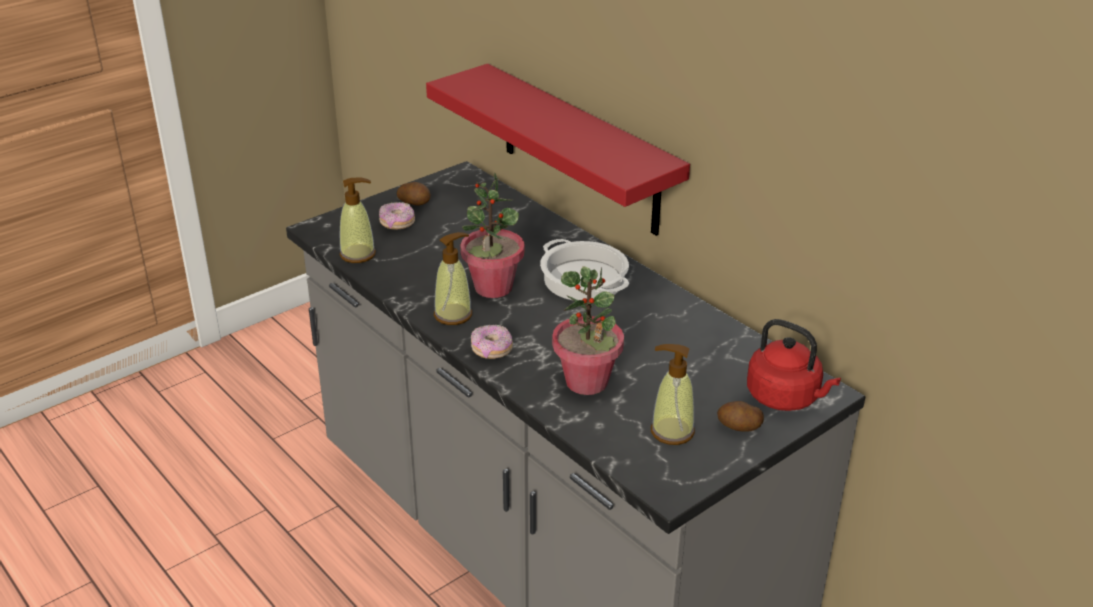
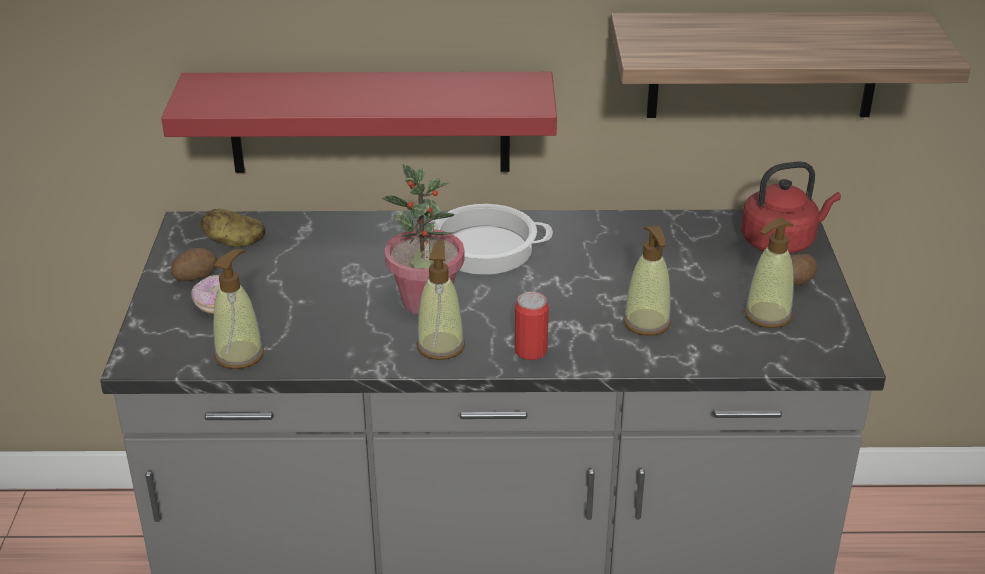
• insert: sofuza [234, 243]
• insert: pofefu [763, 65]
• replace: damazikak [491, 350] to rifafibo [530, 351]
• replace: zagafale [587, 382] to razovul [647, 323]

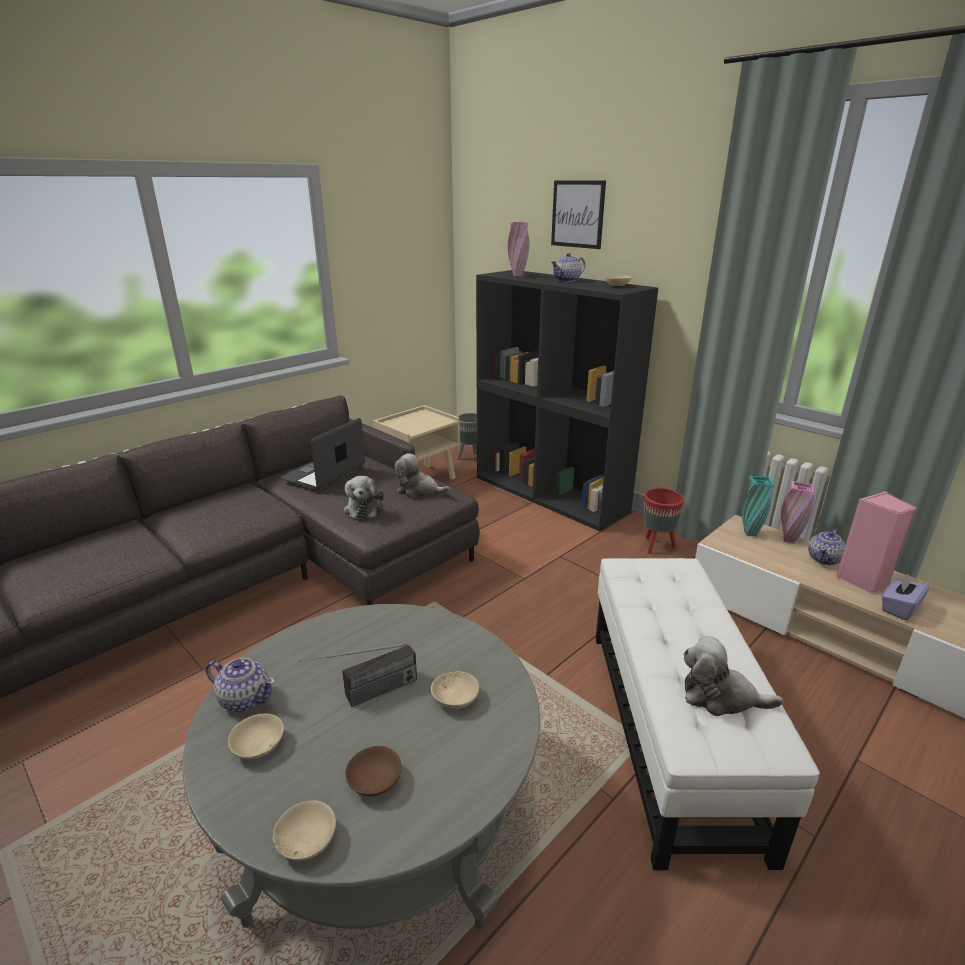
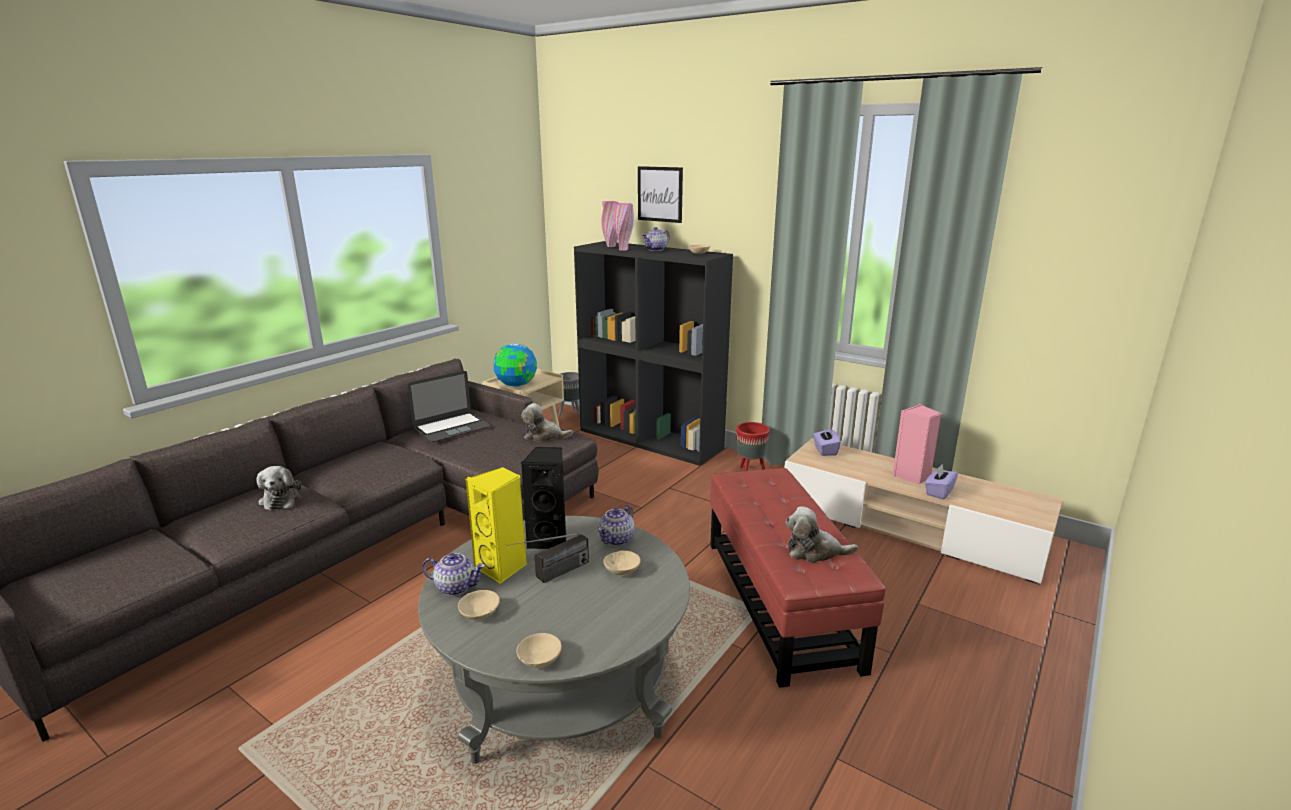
• delete: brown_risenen [376, 781]
• insert: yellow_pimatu [502, 568]
• insert: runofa [516, 385]
• insert: black_pimatu [550, 540]
• move: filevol [363, 508] to [281, 499]
• move: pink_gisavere [788, 540] to [623, 249]
• move: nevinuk [824, 559] to [617, 539]
• replace: turquoise_gisavere [750, 533] to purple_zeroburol [825, 450]
• recolor: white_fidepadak [671, 730] to red_fidepadak [780, 601]
• rotate: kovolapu [324, 472] = [452, 427] 150 degrees counterclockwise

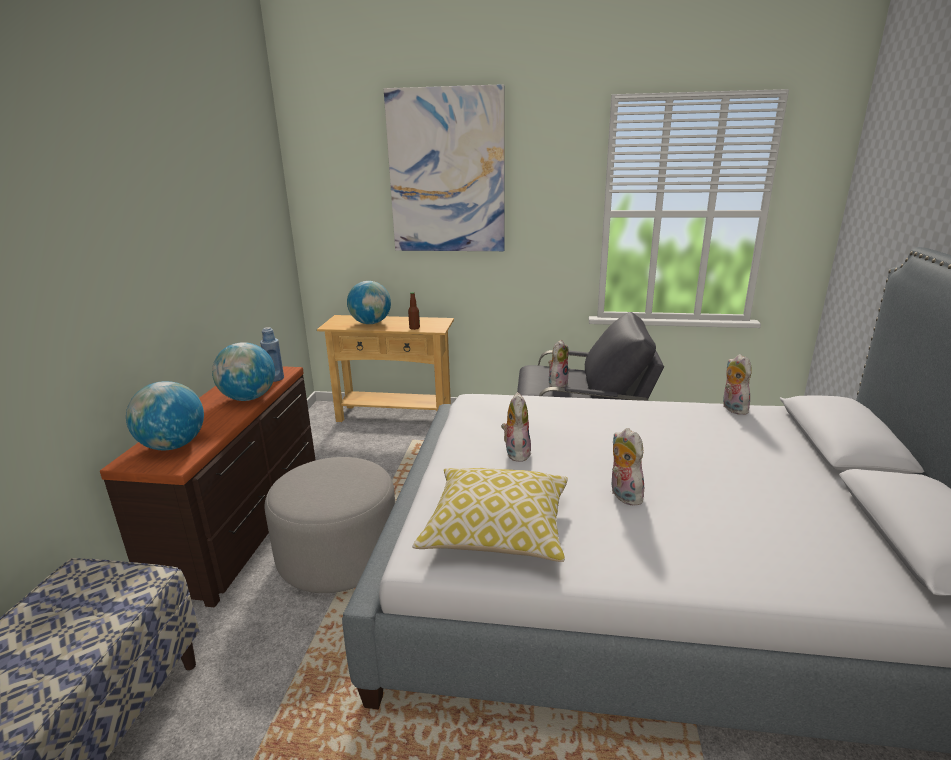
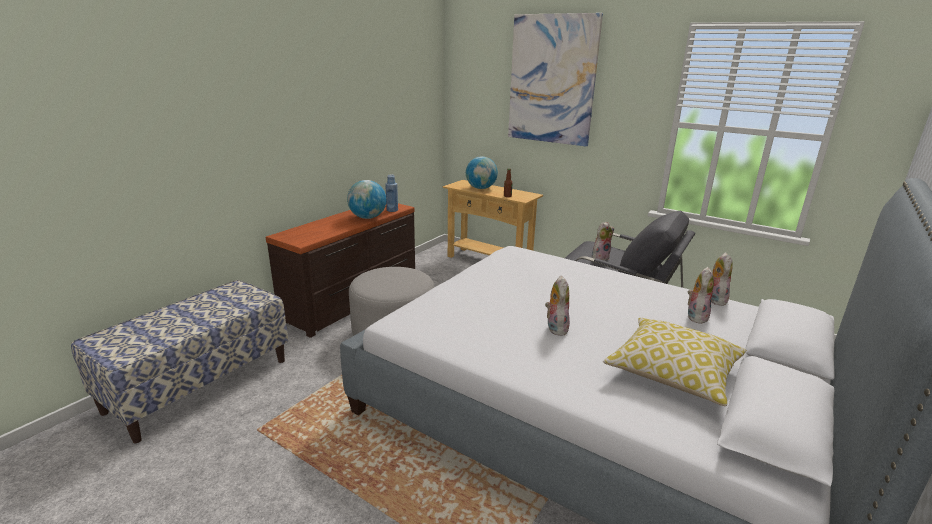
• delete: runofa [173, 446]
• move: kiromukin [496, 530] to [672, 373]
• move: filevol [516, 453] to [695, 316]

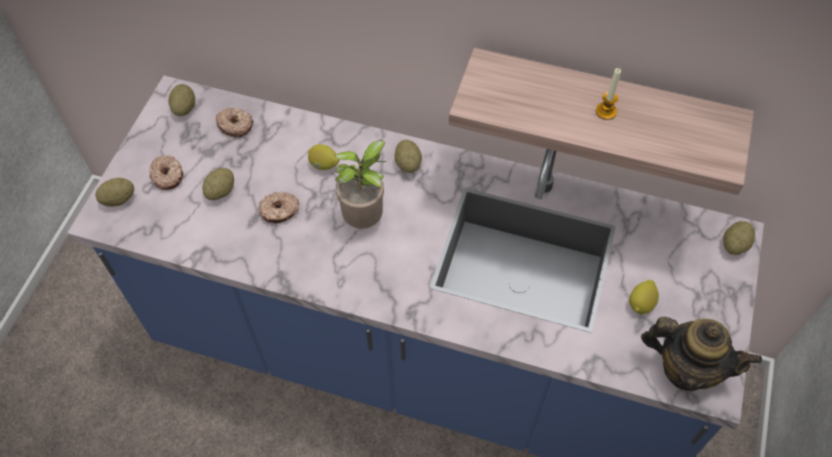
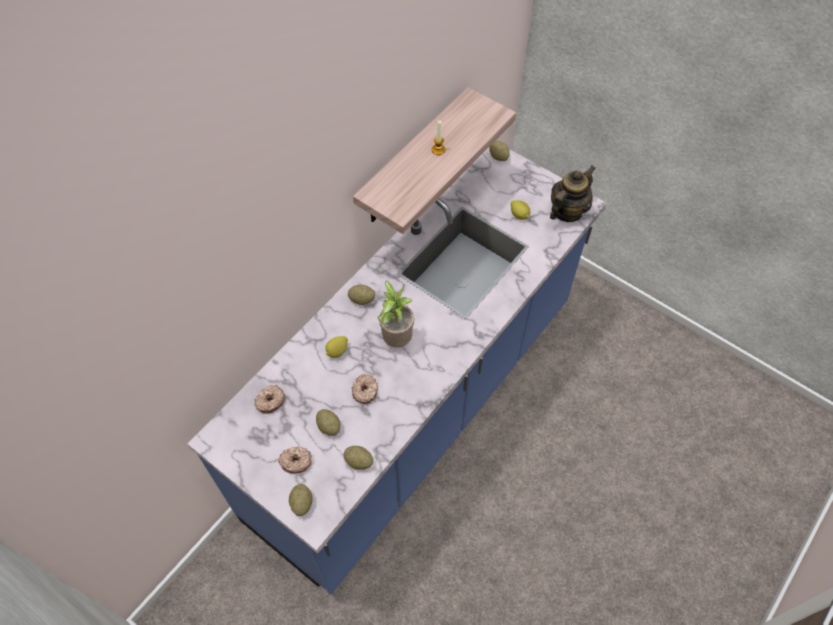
• move: sofuza [184, 108] to [359, 461]

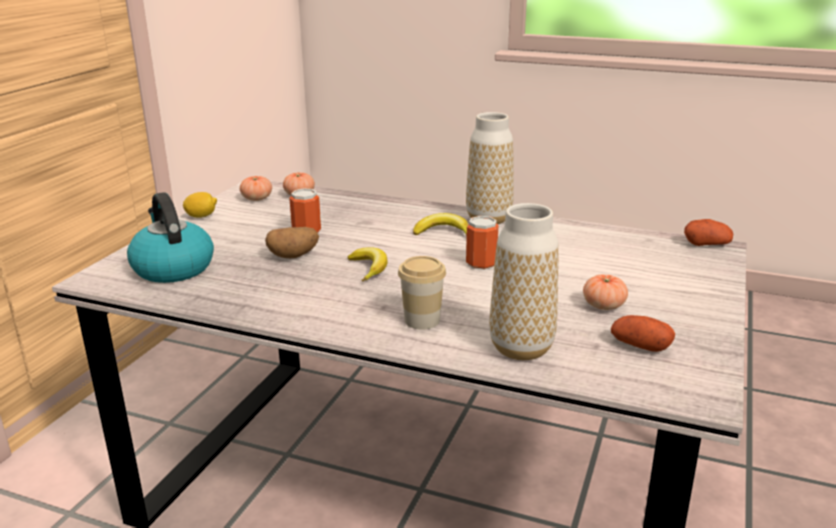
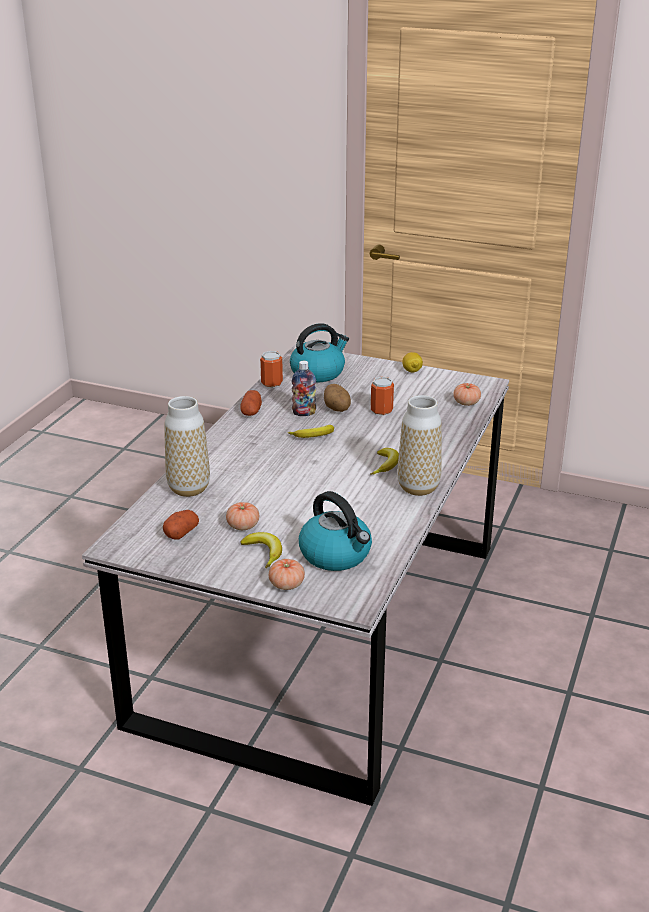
• delete: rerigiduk [422, 320]
• insert: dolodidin [264, 552]
• insert: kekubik [304, 413]
• insert: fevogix [336, 555]
• move: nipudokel [257, 198] to [286, 584]
• move: rifafibo [481, 264] to [271, 383]
• move: sofuza [707, 244] to [251, 411]

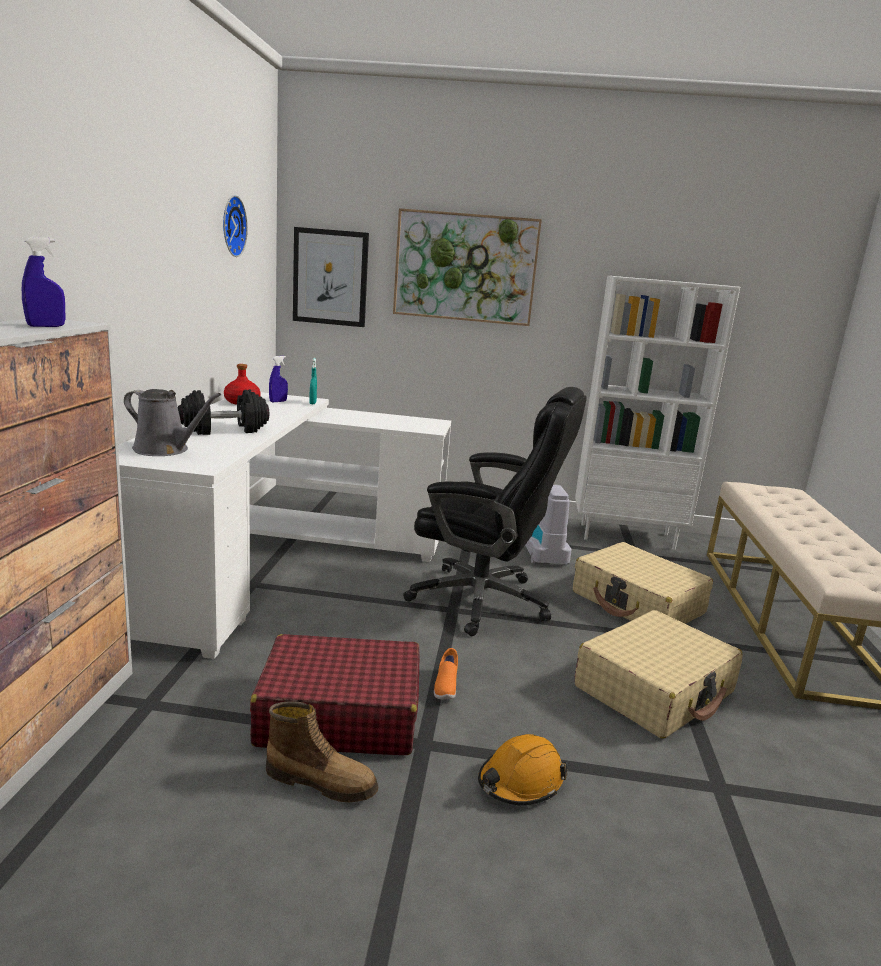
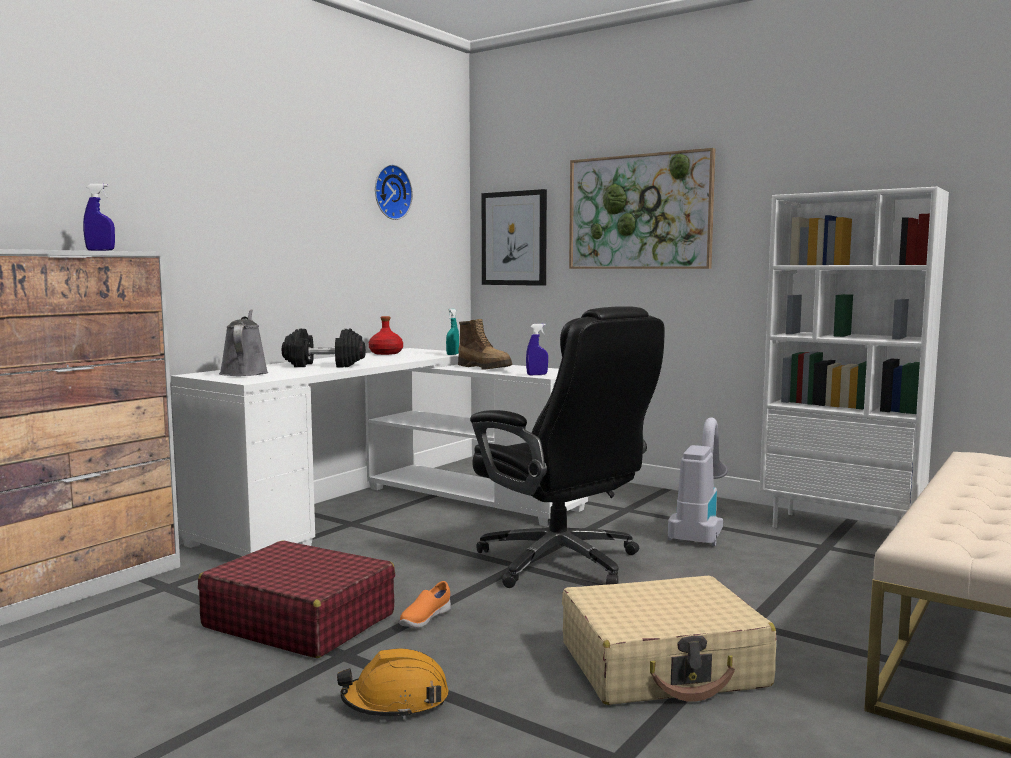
• delete: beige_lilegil [638, 603]
• move: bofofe [322, 781] to [485, 368]
• move: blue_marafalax [278, 401] to [537, 375]
• rotate: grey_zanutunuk [165, 450] = [244, 373] 150 degrees counterclockwise

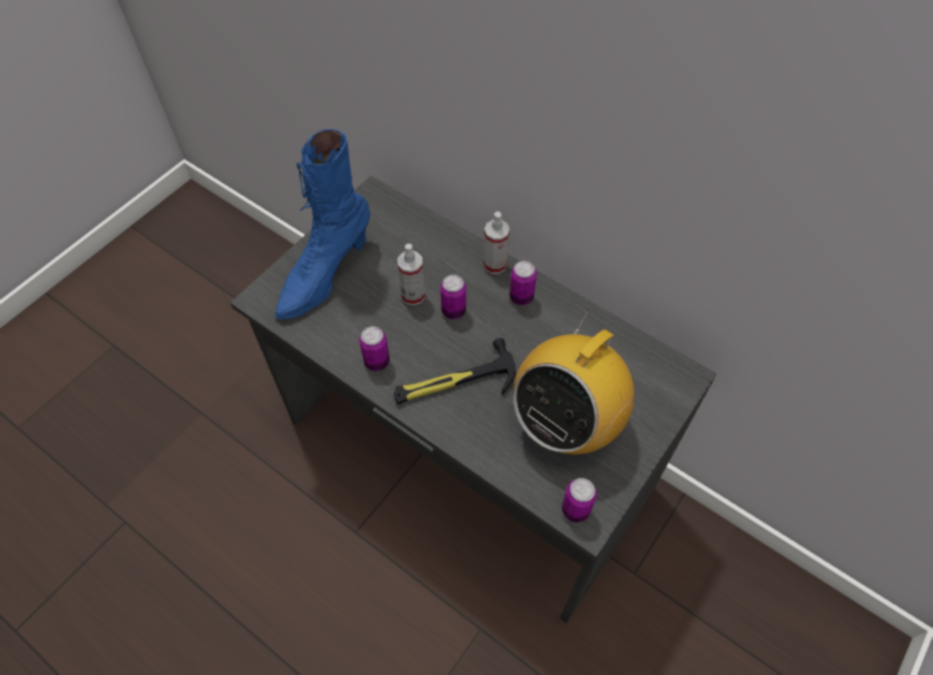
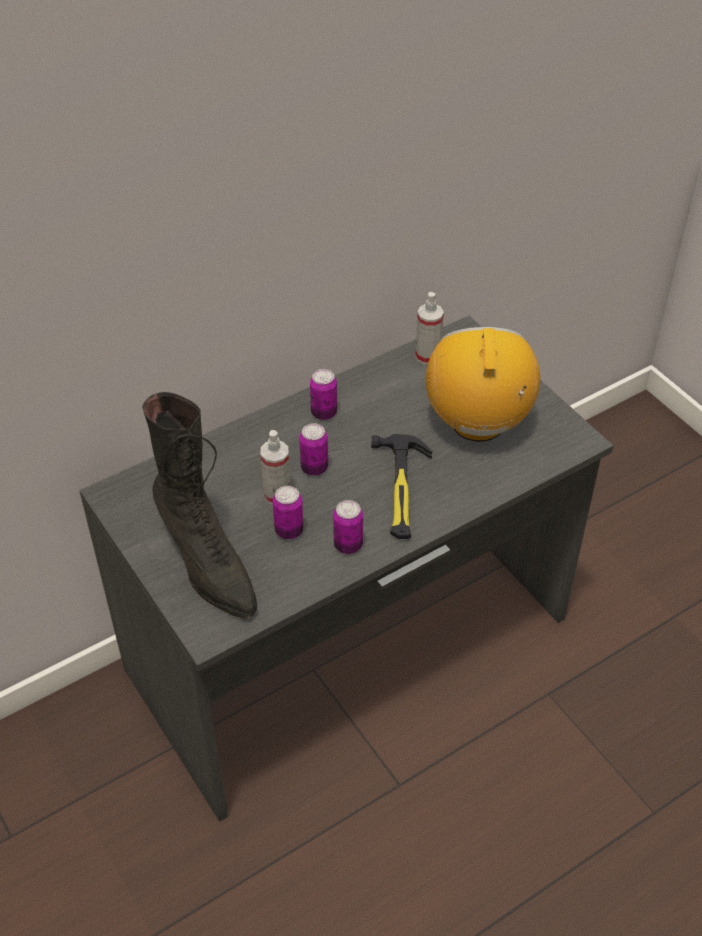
• move: marafalax [495, 264] to [427, 356]
• move: rifafibo [575, 510] to [289, 530]
• recolor: blue_bofofe [325, 275] to black_bofofe [207, 564]
• rotate: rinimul [566, 421] = [478, 423] 150 degrees counterclockwise

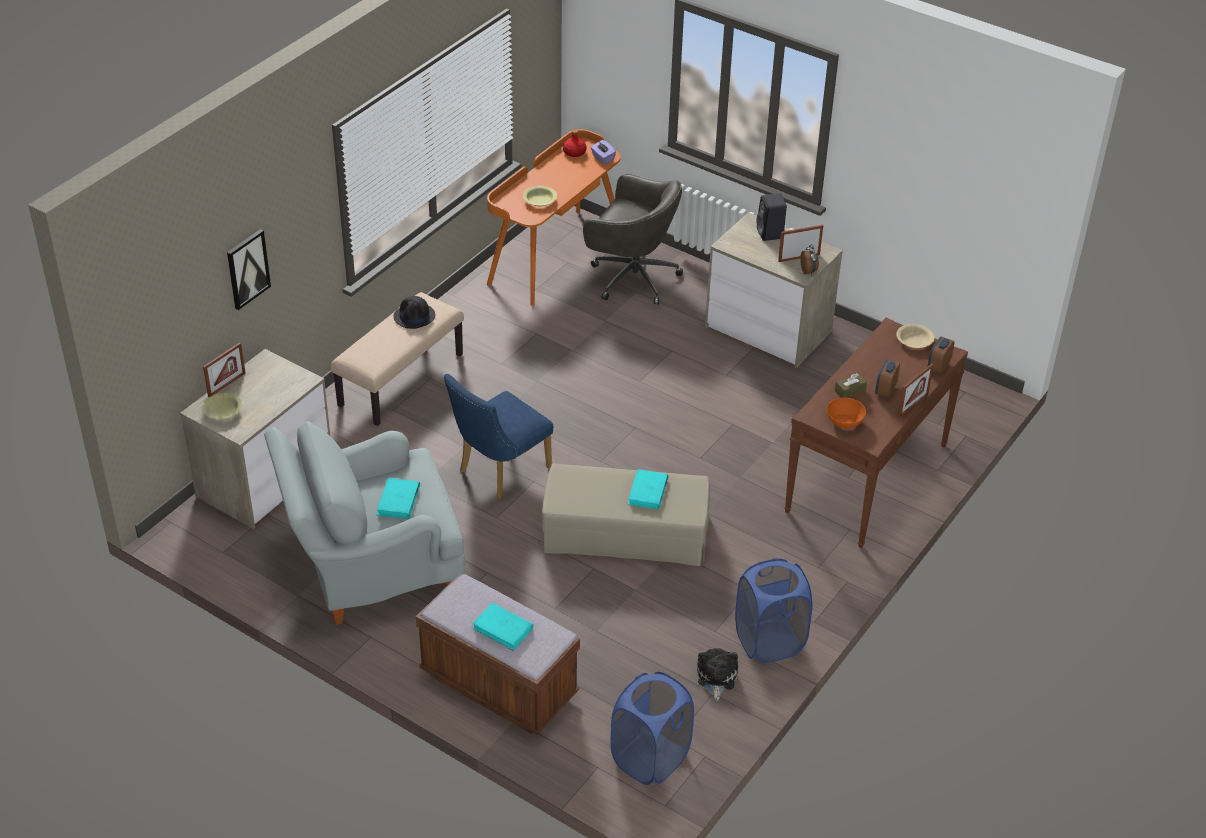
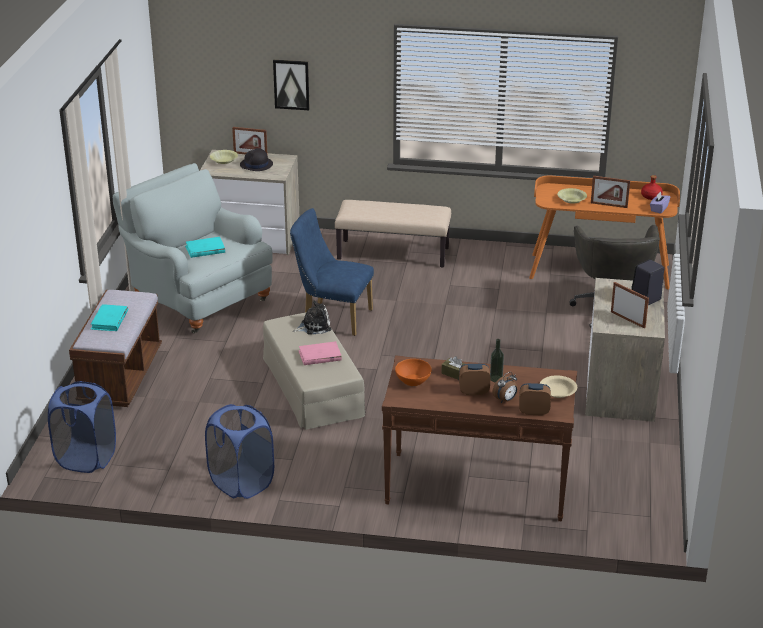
• insert: kekubik [496, 379]
• move: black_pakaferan [414, 316] to [256, 165]
• move: filevol [716, 678] to [314, 326]
• move: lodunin [808, 271] to [505, 400]
• move: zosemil [913, 405] to [609, 205]
• recolor: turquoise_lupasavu [648, 492] to pink_lupasavu [319, 356]

